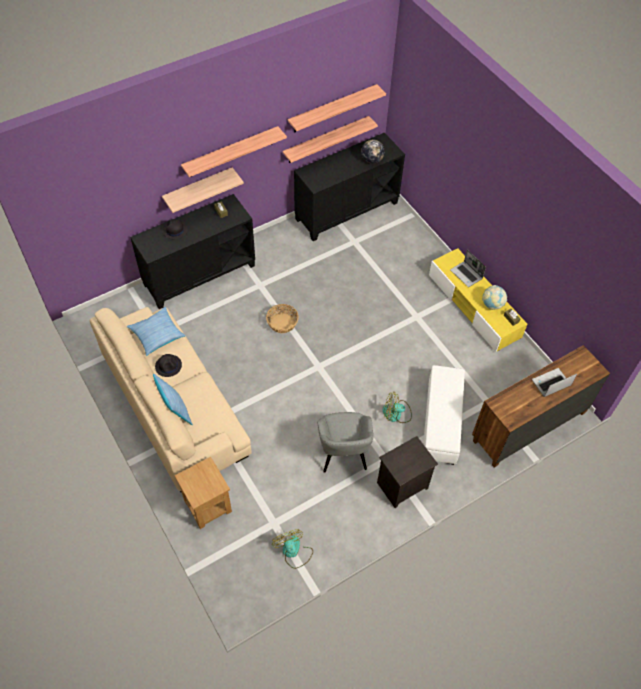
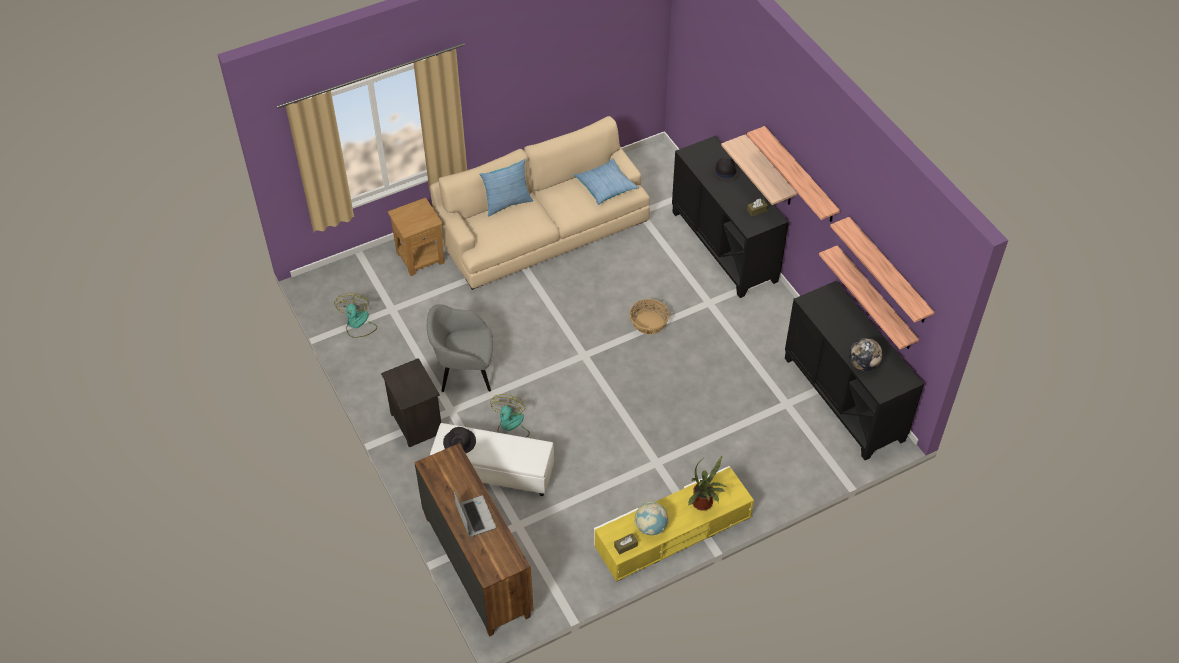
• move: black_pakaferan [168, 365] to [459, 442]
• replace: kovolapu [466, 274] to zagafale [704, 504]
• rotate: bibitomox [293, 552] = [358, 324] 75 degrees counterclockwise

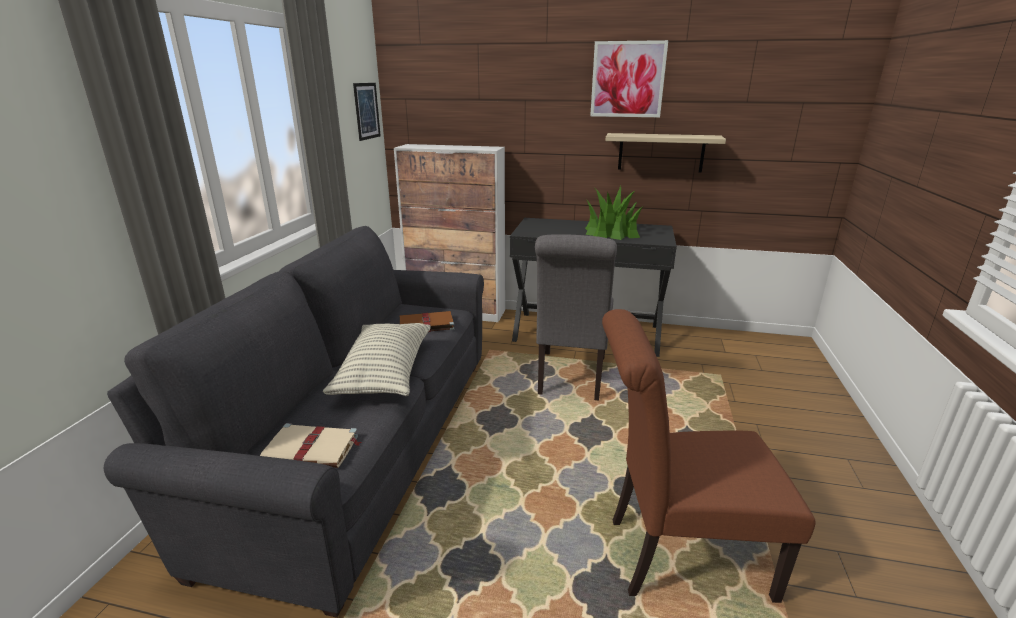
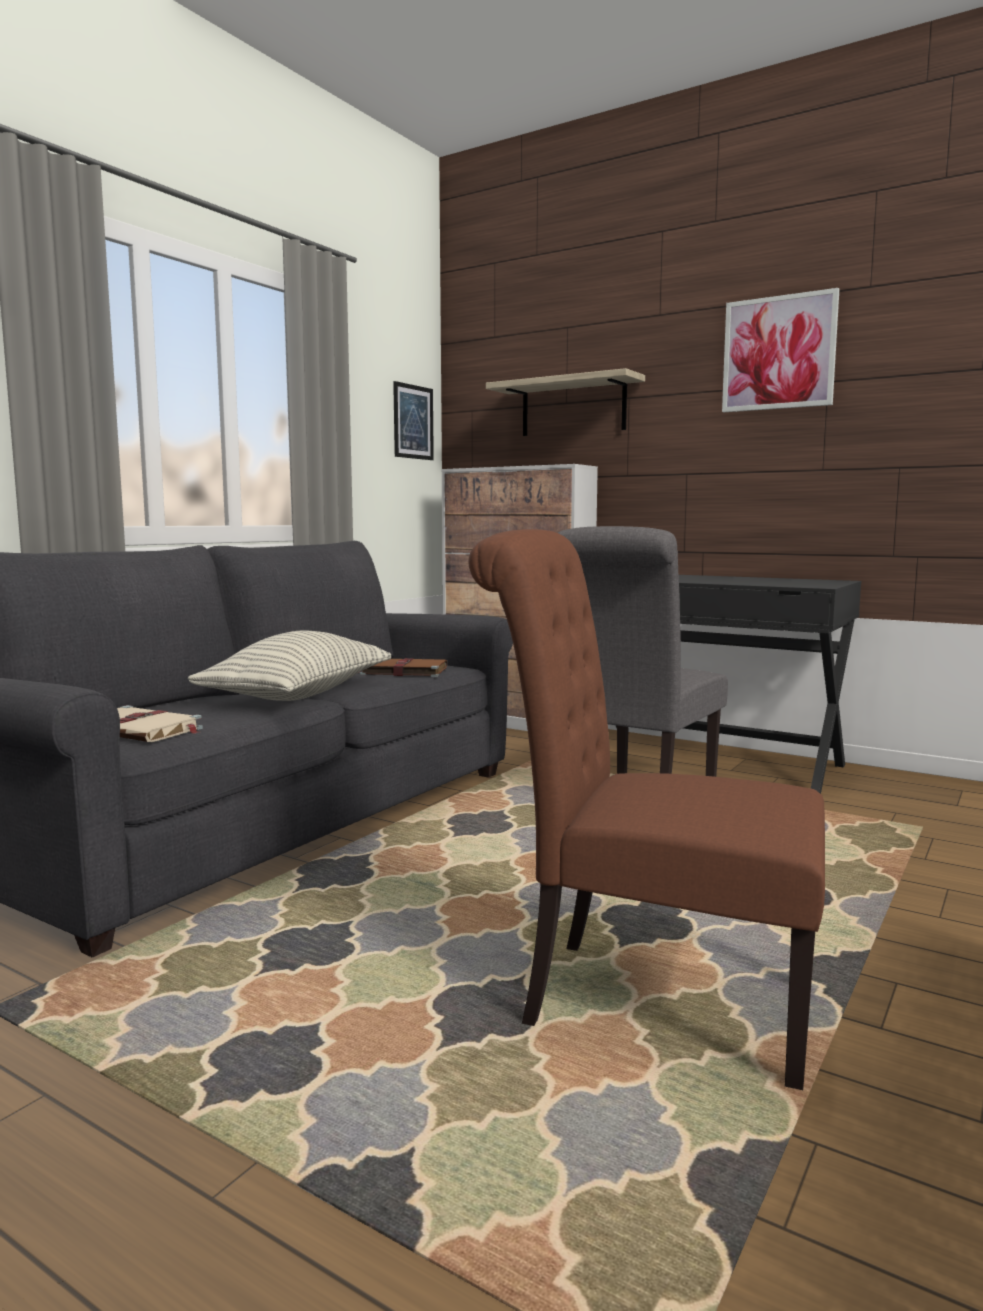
• delete: zagafale [610, 233]
• move: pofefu [661, 152] to [573, 407]

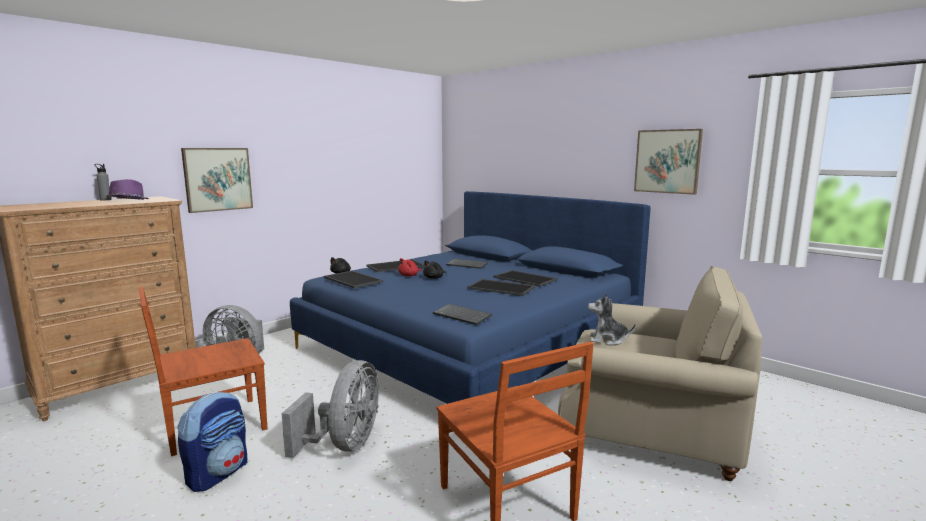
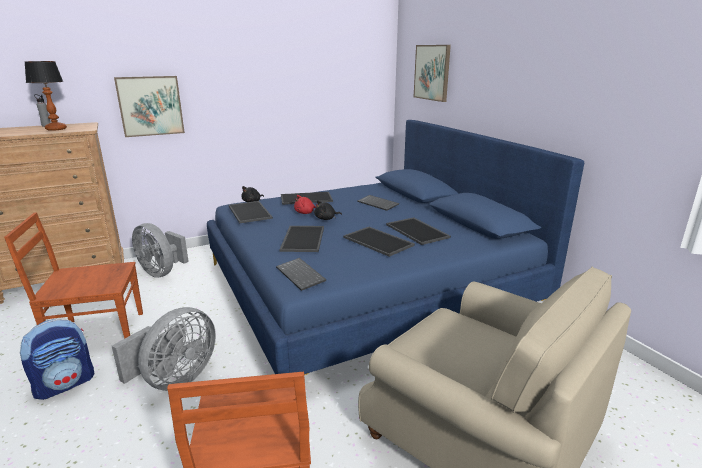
• delete: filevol [607, 340]
• insert: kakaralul [302, 238]
• move: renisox [667, 161] to [432, 72]
• replace: purple_pakaferan [127, 201] to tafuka [55, 129]

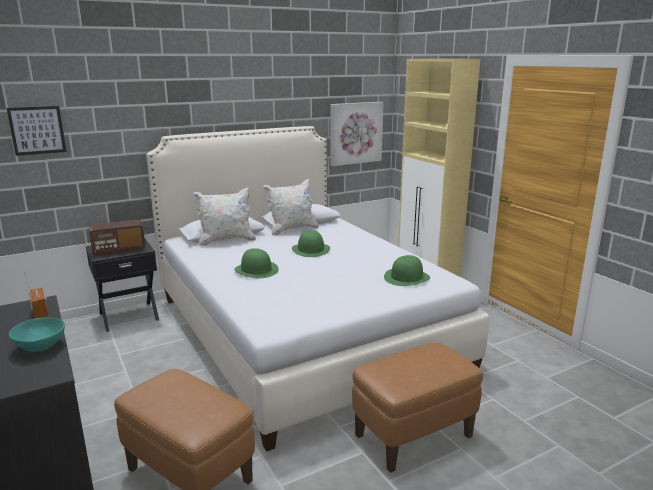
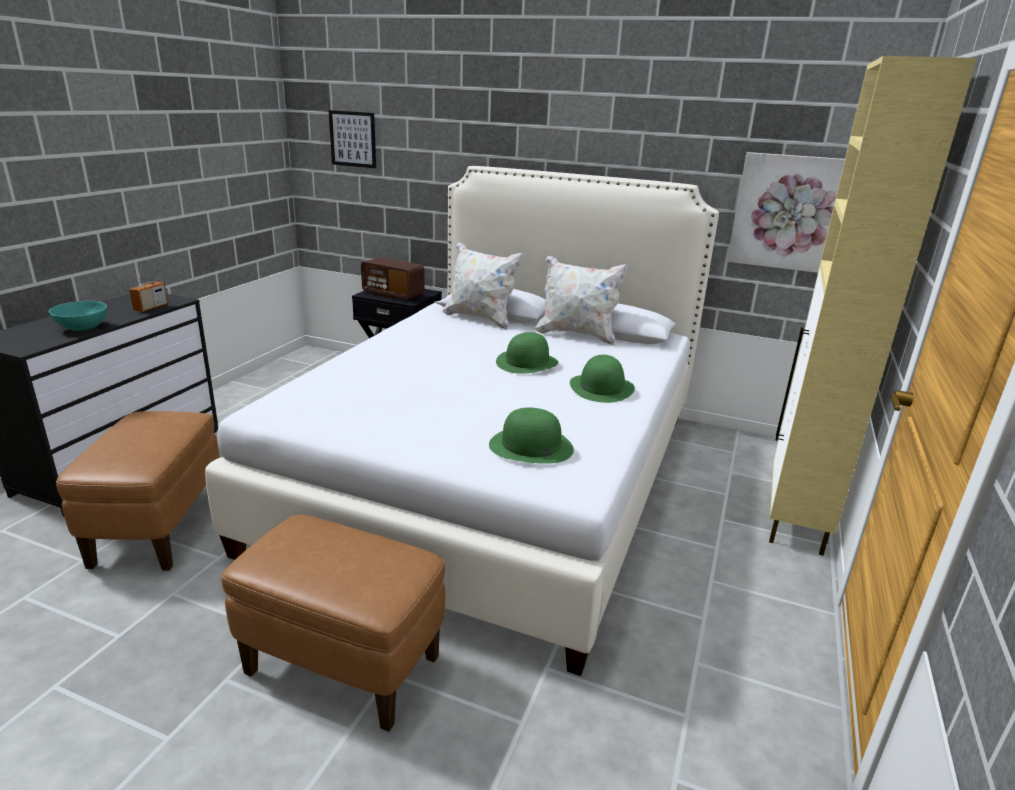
• move: green_pakaferan [256, 270] to [601, 387]

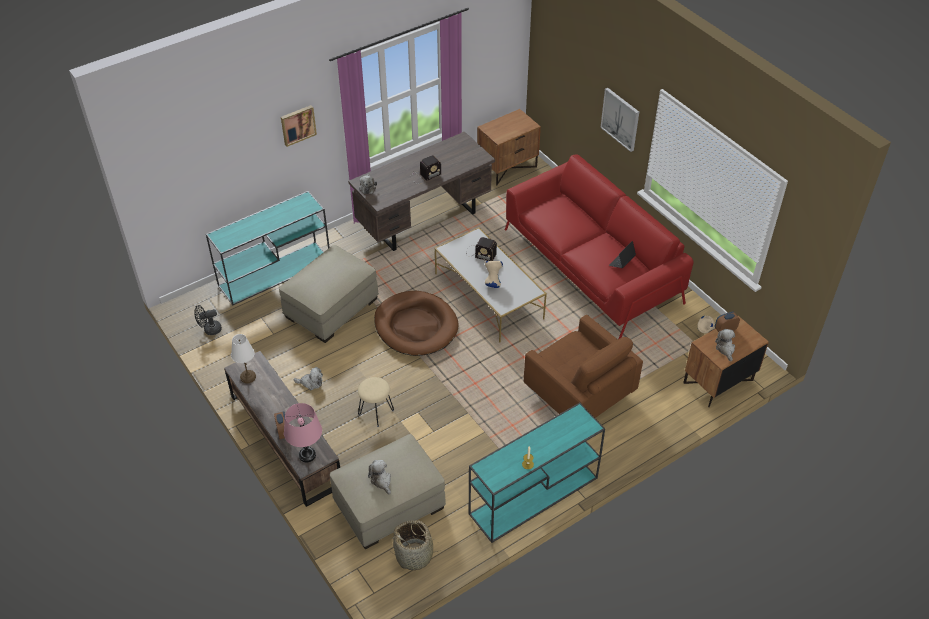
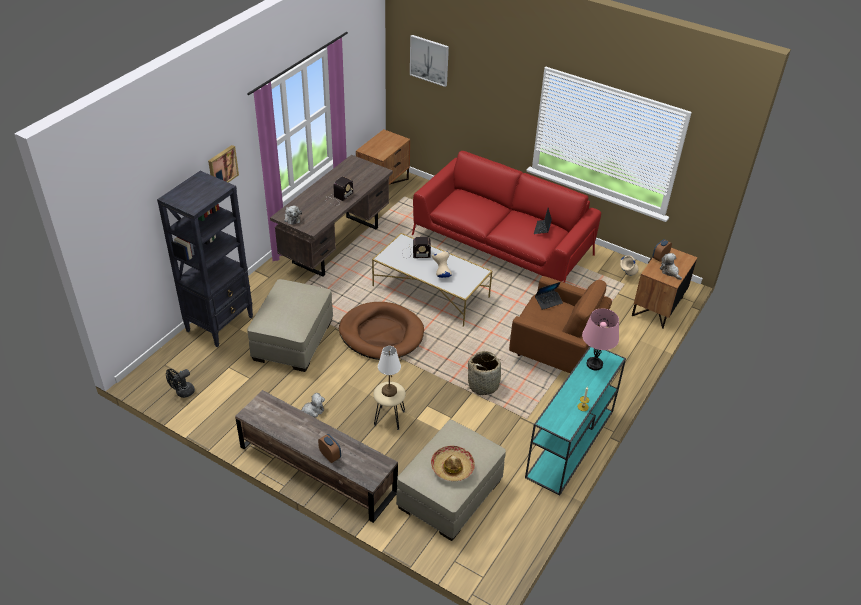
• insert: kovolapu [548, 301]
• move: white_tafuka [247, 377] to [389, 391]
• move: pink_tafuka [307, 455] to [594, 364]
• move: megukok [414, 555] to [483, 384]
• move: renisox [620, 119] to [429, 60]
• replace: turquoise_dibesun [276, 272] to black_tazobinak [220, 323]
• replace: filevol [381, 480] to pakaferan [452, 467]

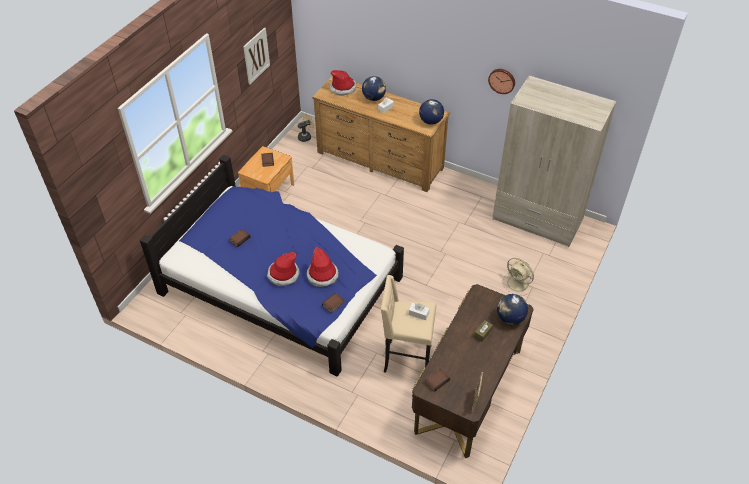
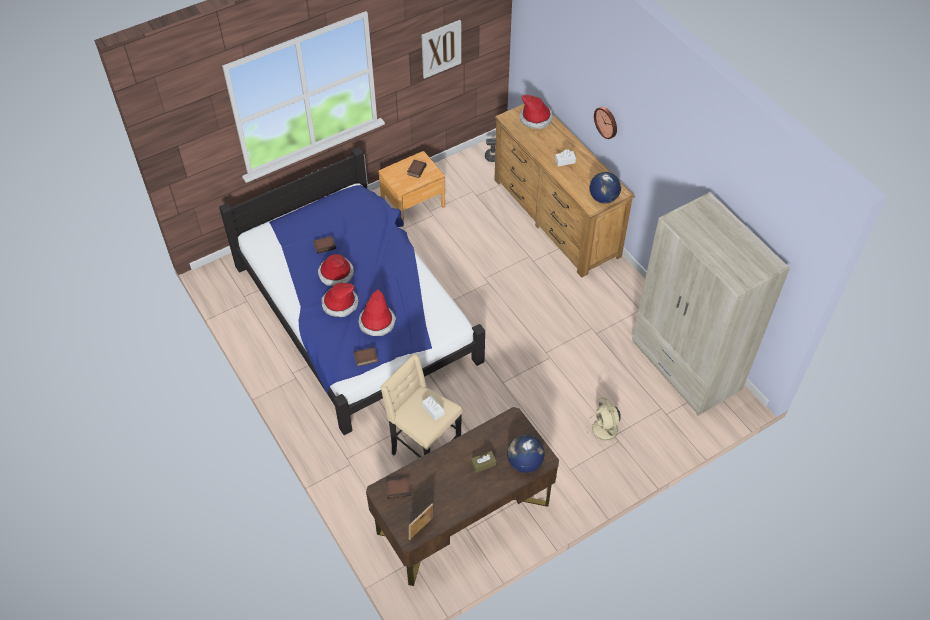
• delete: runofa [374, 98]
• insert: pakaferan [336, 273]
• move: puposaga [502, 80] to [607, 122]

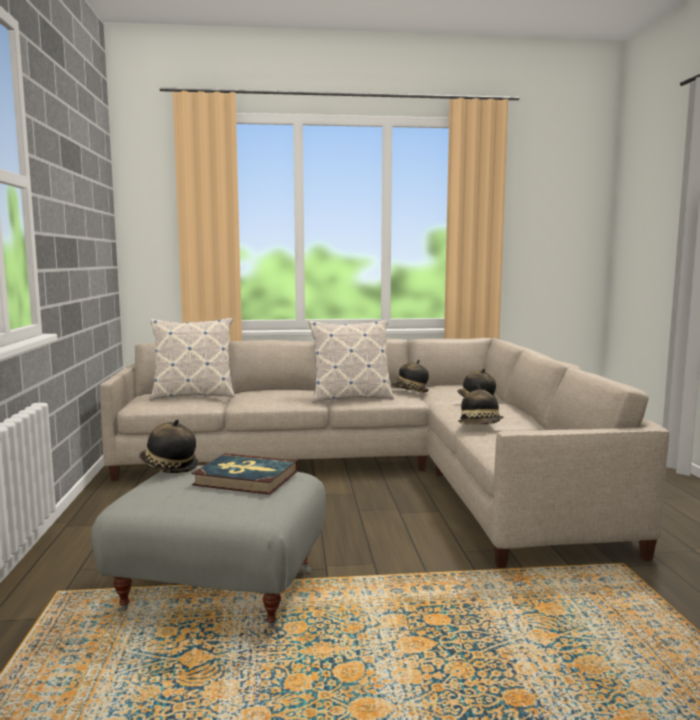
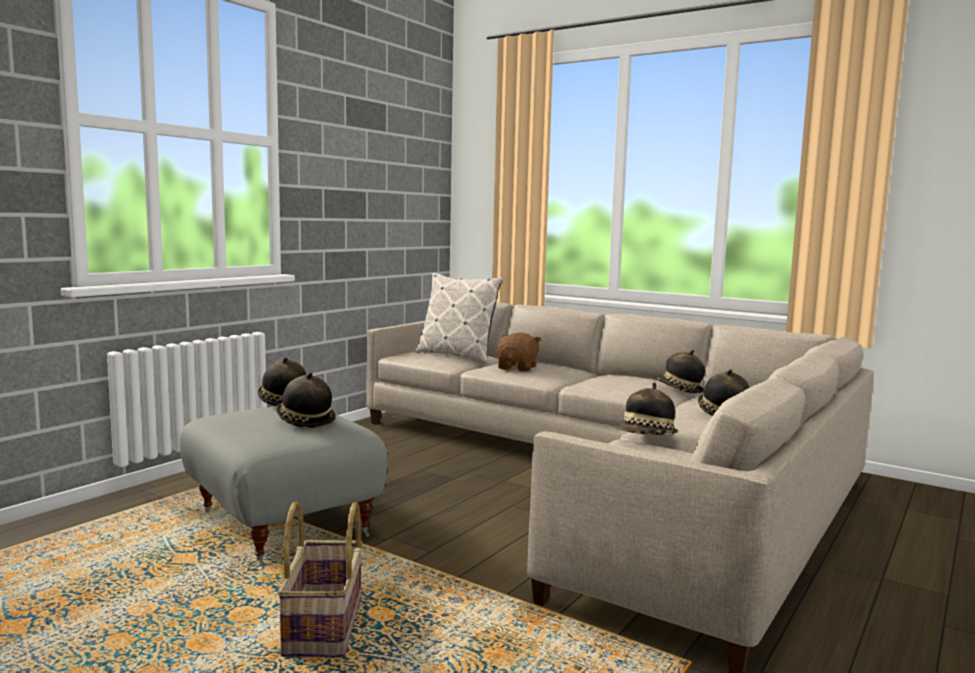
• delete: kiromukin [351, 398]
• insert: megukok [325, 627]
• insert: brown_filevol [517, 368]
• replace: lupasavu [246, 478] to pakaferan [304, 421]

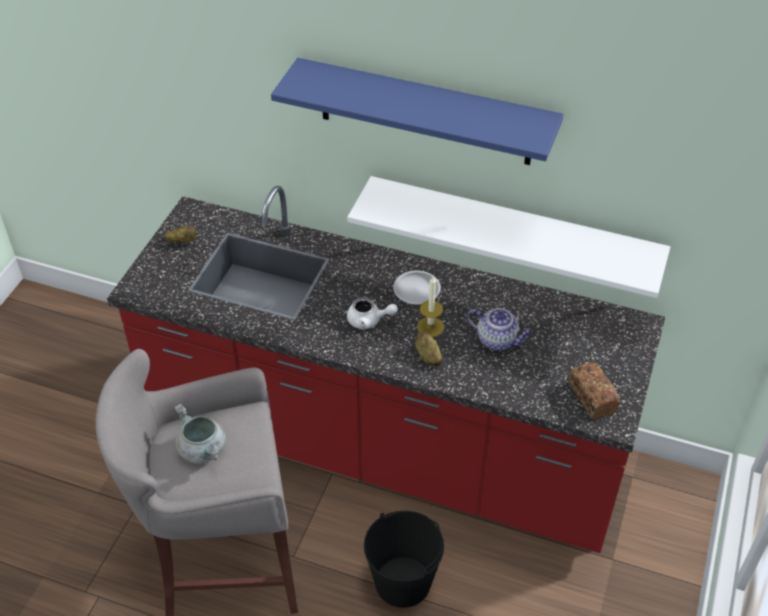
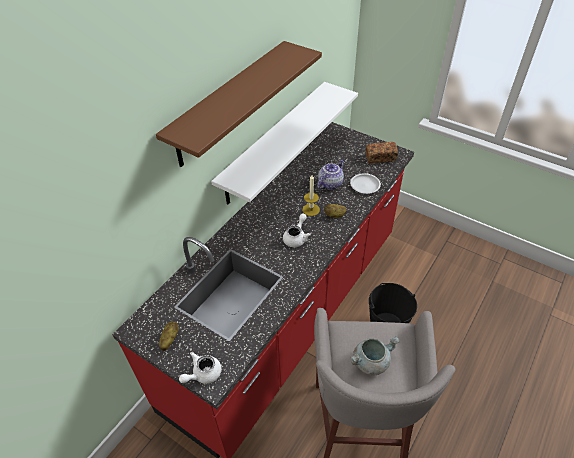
• insert: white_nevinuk [203, 374]
• move: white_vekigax [416, 290] to [365, 185]
• recolor: blue_pofefu [425, 112] to brown_pofefu [229, 103]

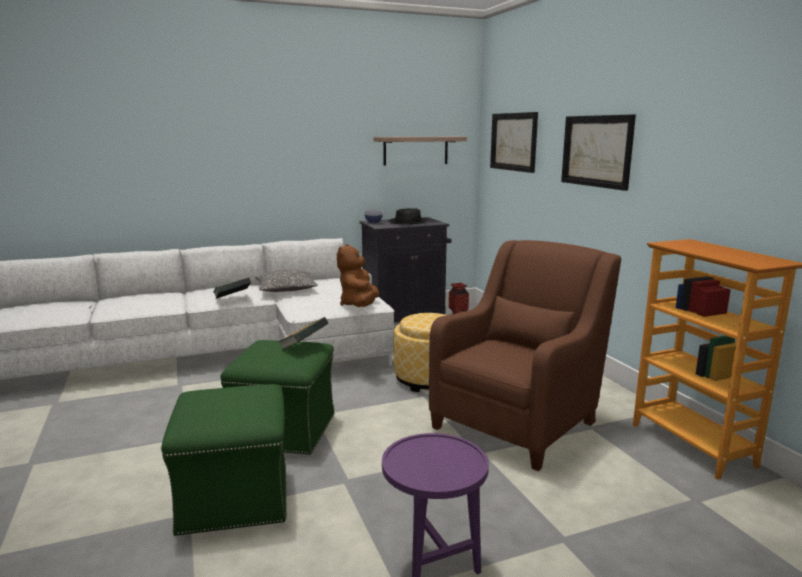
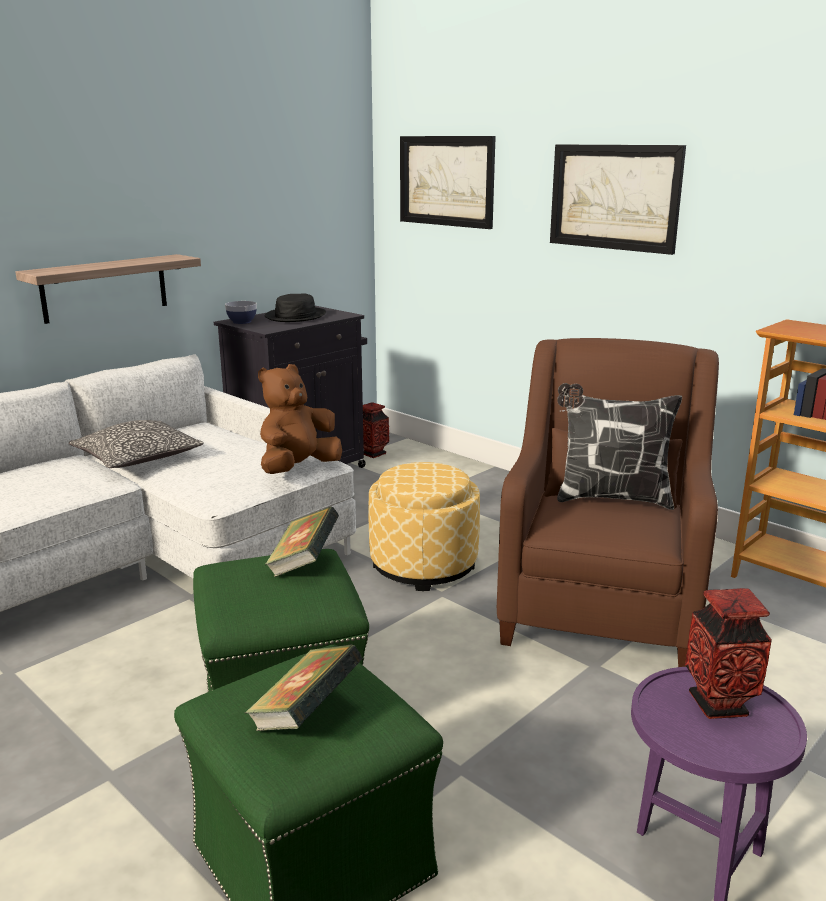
• insert: kiromukin [611, 498]
• insert: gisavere [718, 704]
• move: lupasavu [232, 299] to [306, 715]
• move: pofefu [415, 150] to [105, 288]
• rotate: brown_filevol [359, 305] = [298, 469] 60 degrees clockwise

